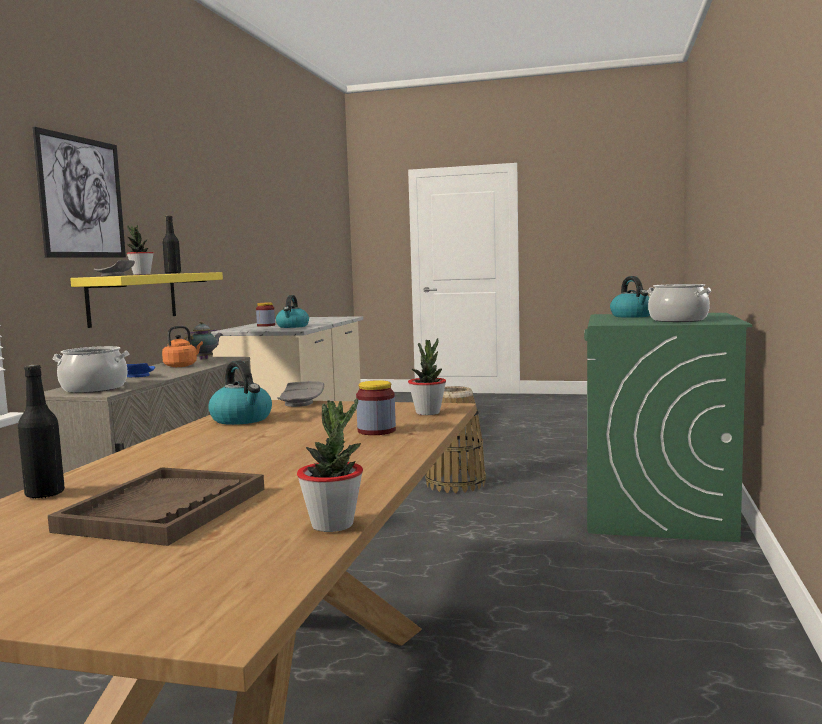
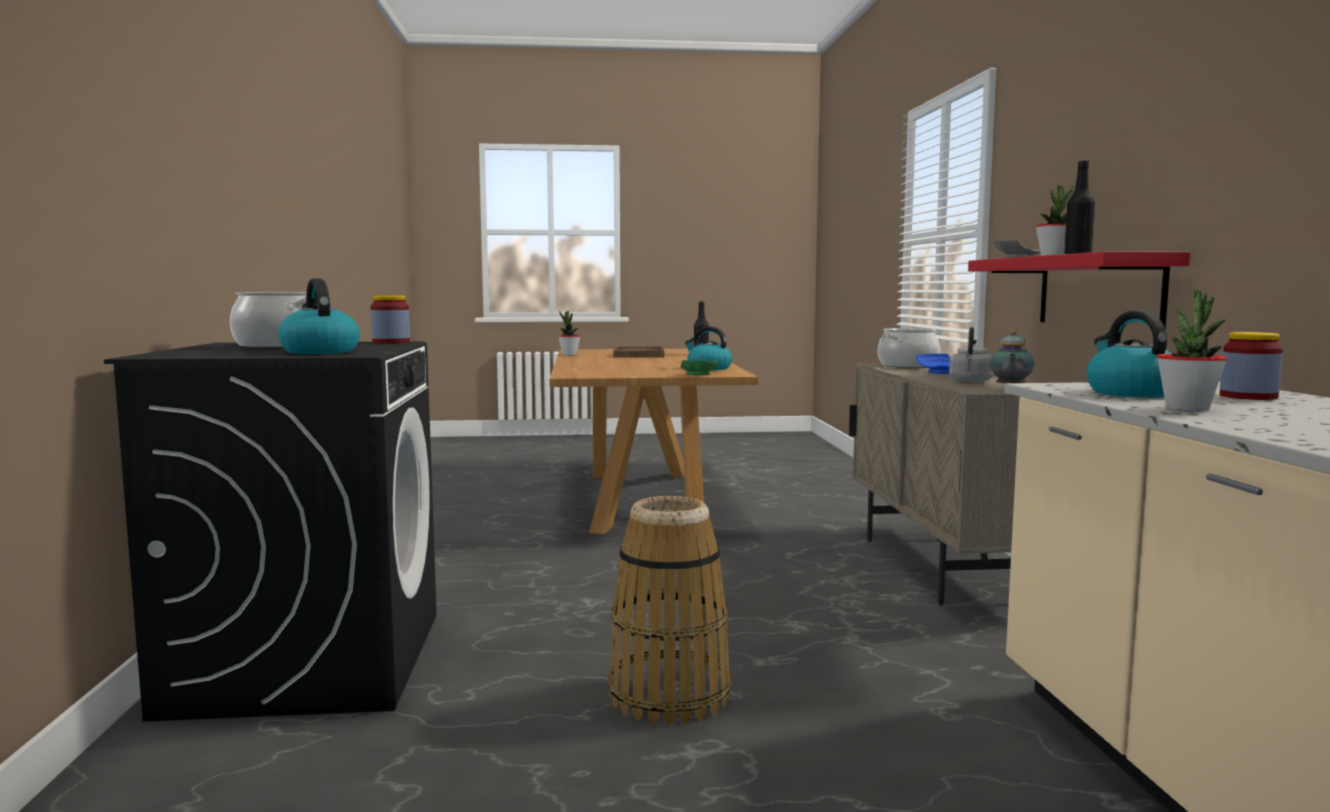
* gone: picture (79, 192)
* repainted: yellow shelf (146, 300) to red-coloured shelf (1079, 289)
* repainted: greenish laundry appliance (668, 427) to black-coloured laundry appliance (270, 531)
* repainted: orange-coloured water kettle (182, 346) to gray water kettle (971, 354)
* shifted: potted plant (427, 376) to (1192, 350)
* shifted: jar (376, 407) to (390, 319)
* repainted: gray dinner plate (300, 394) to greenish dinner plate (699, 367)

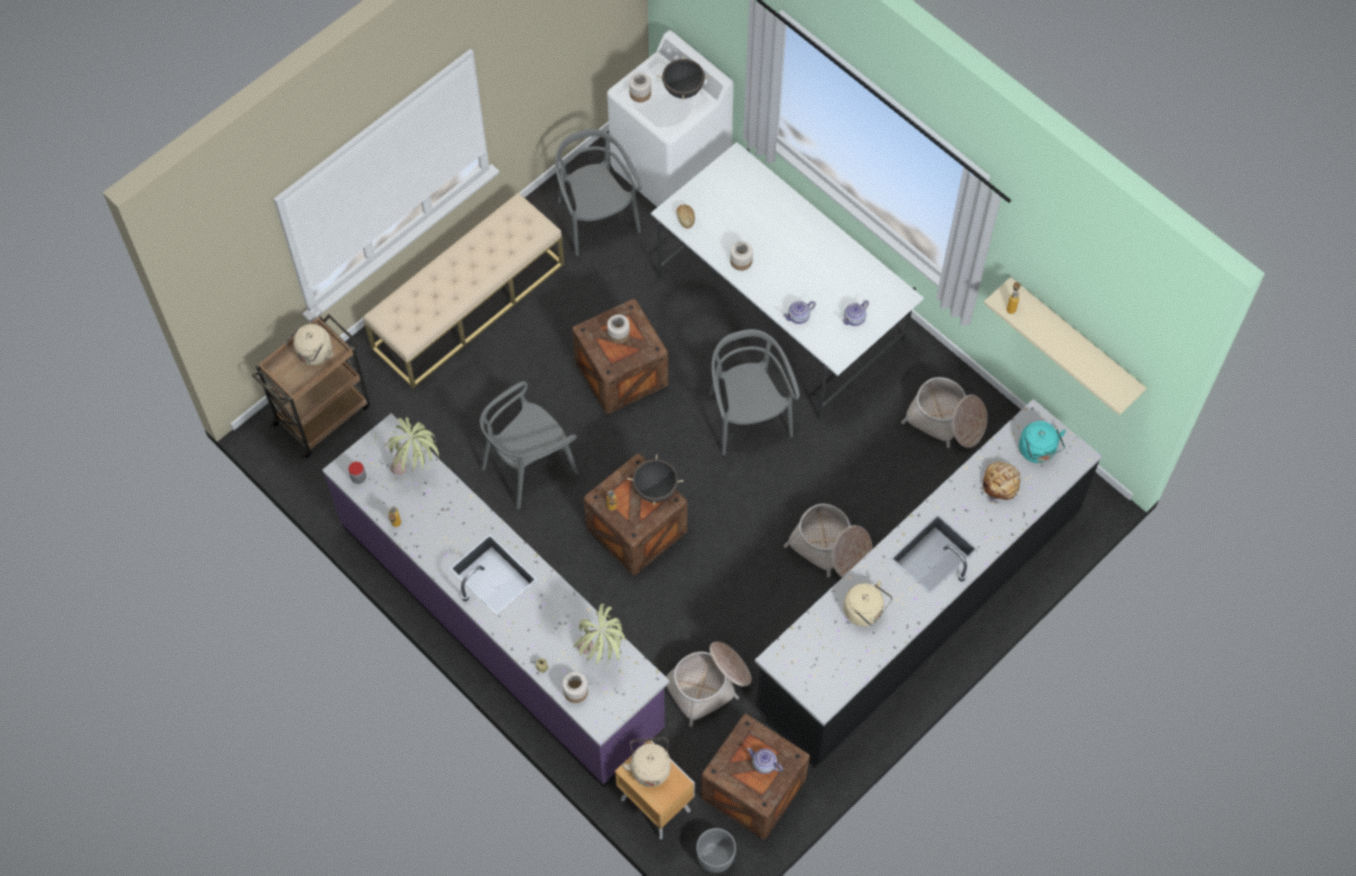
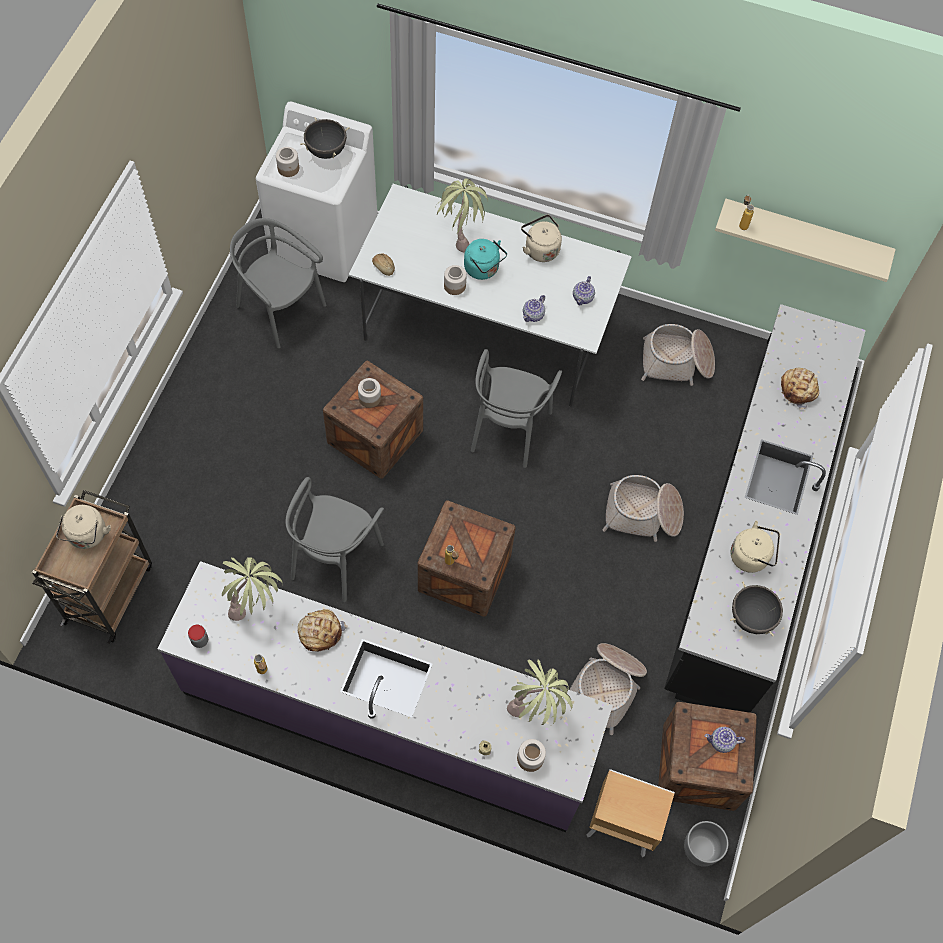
* gone: beige long seat (463, 290)
* rotated: gray plain chair (754, 392) = (516, 408) 120 degrees counterclockwise
* shifted: turquoise water kettle (1042, 442) to (485, 259)
* shifted: black-coloured cooking pot (655, 479) to (757, 609)
* shifted: beige water kettle (646, 762) to (541, 238)
* new: potted plant (462, 215)
* new: baked bread (323, 630)

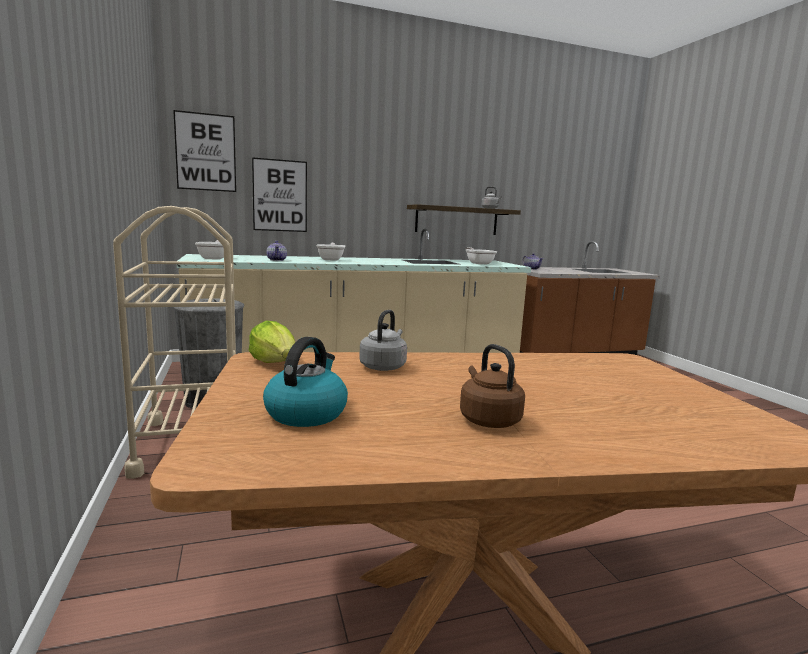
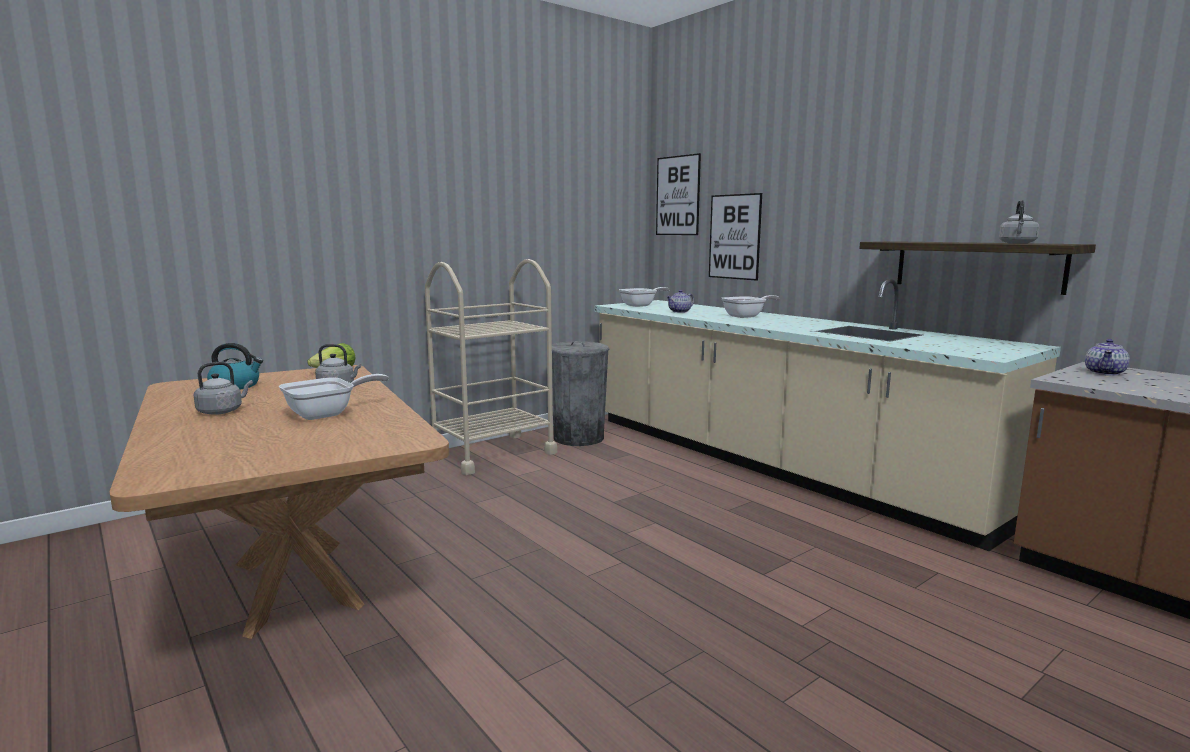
* shifted: frying pan (481, 255) to (334, 397)
* repainted: brown-coloured water kettle (492, 386) to gray water kettle (223, 388)

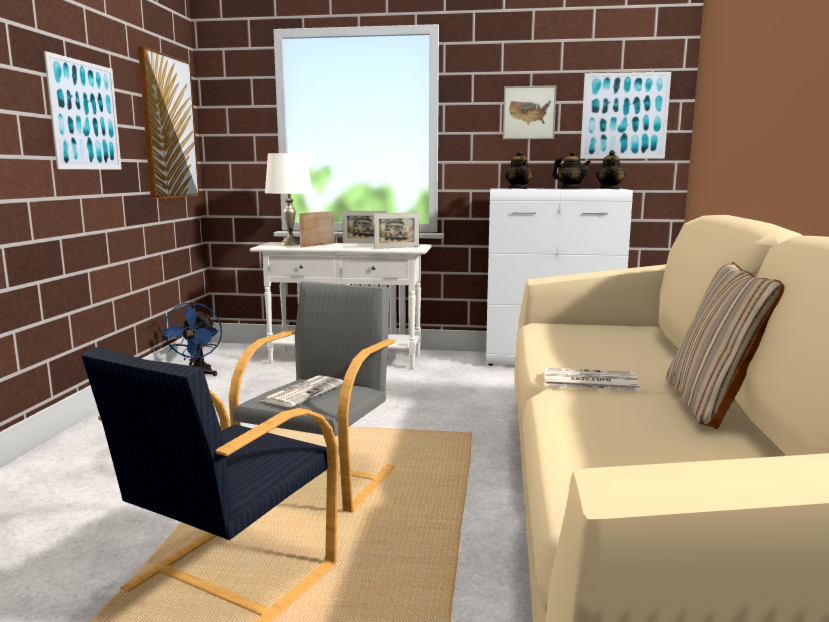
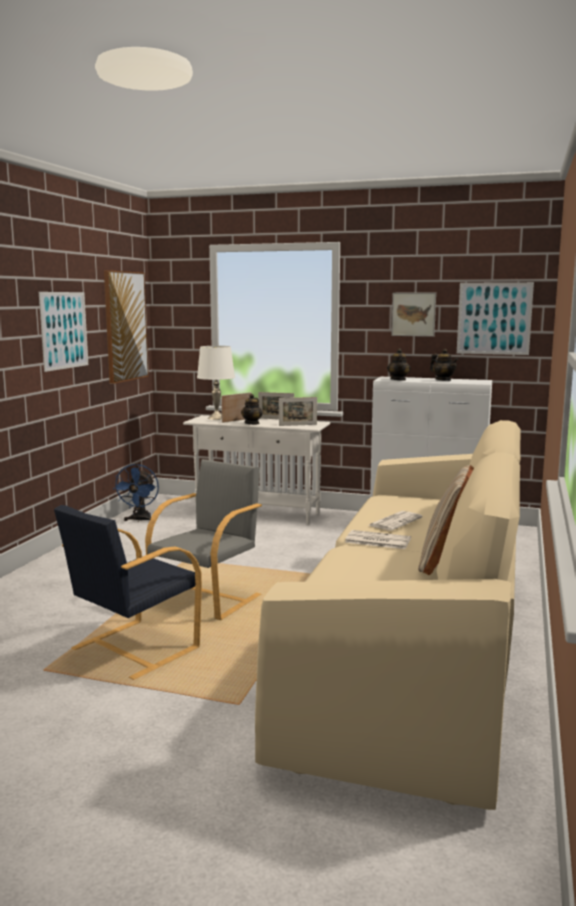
* shifted: teapot (610, 169) to (252, 409)
* shifted: daily paper (302, 391) to (395, 521)

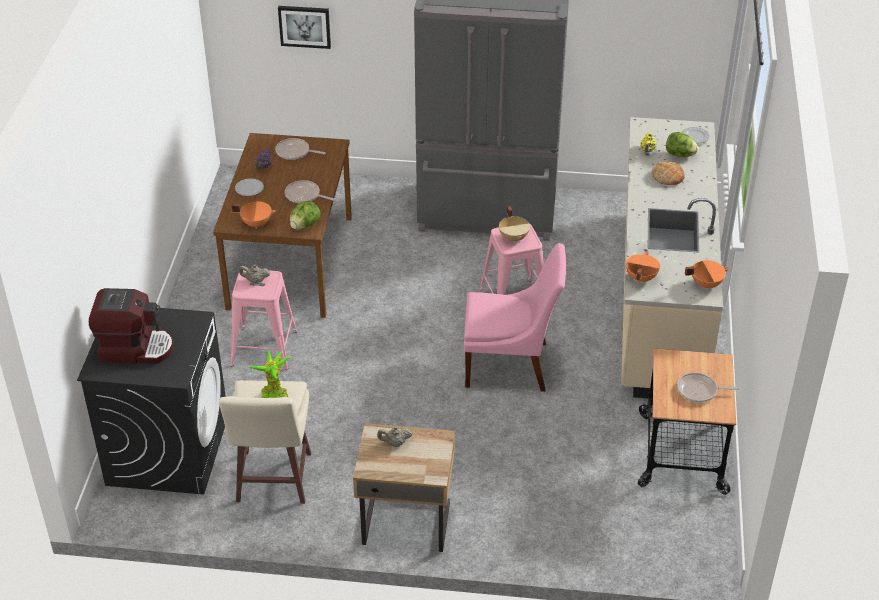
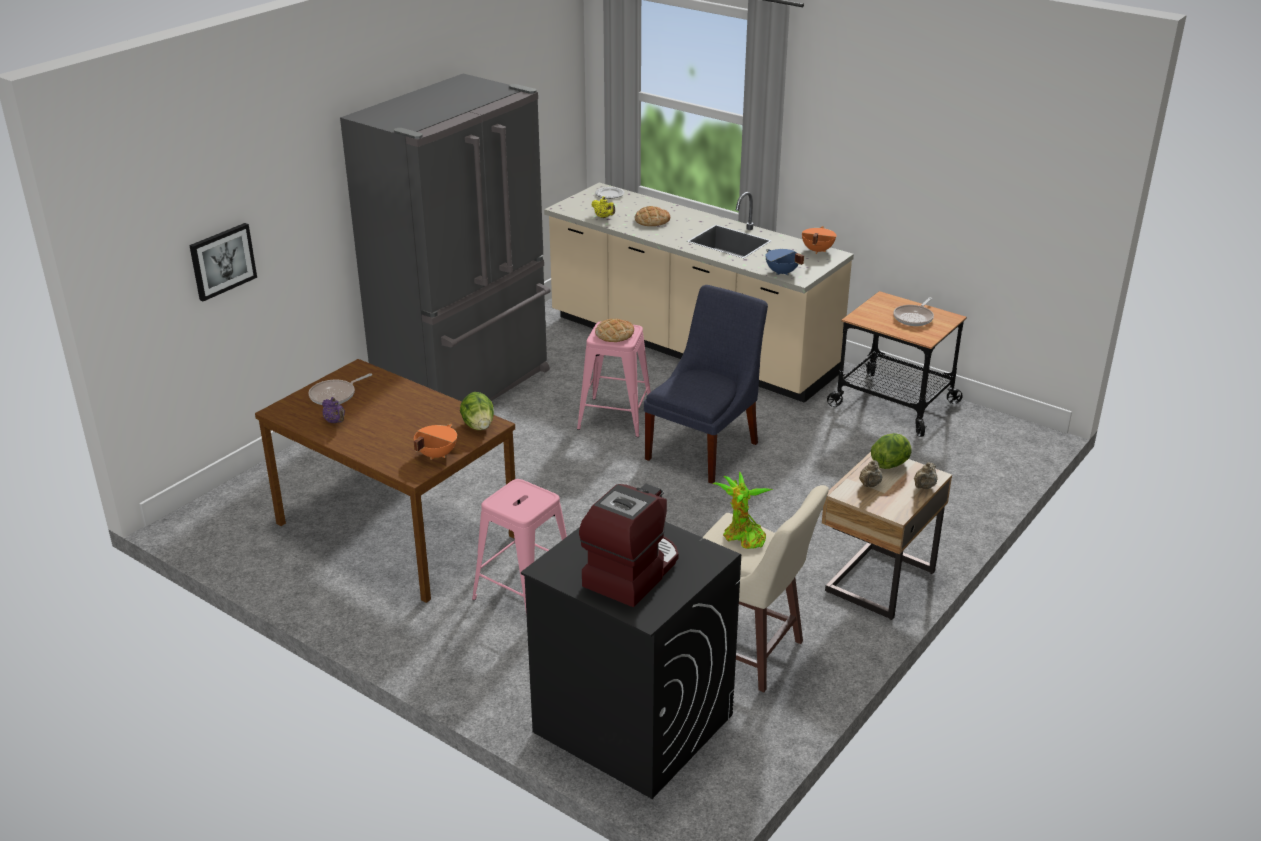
* shifted: lettuce head (682, 145) to (891, 451)
* gone: dinner plate (249, 187)
* gone: frying pan (310, 191)
* swapped: beige cooking pot (514, 224) to baked bread (614, 330)
* repainted: pink plain chair (515, 317) to blue plain chair (706, 384)
* repainted: orange-coloured cooking pot (643, 267) to blue cooking pot (784, 262)
* shifted: beige teapot (254, 274) to (925, 475)

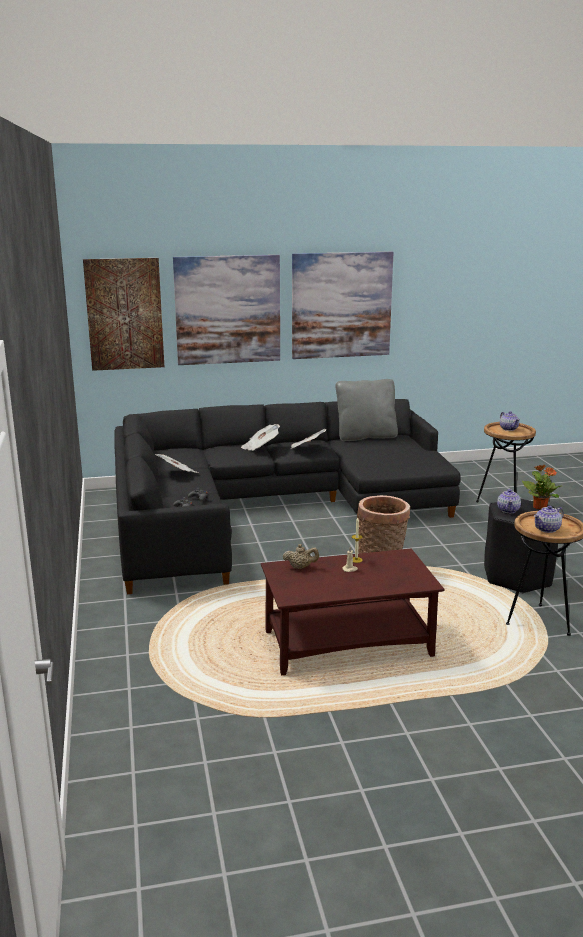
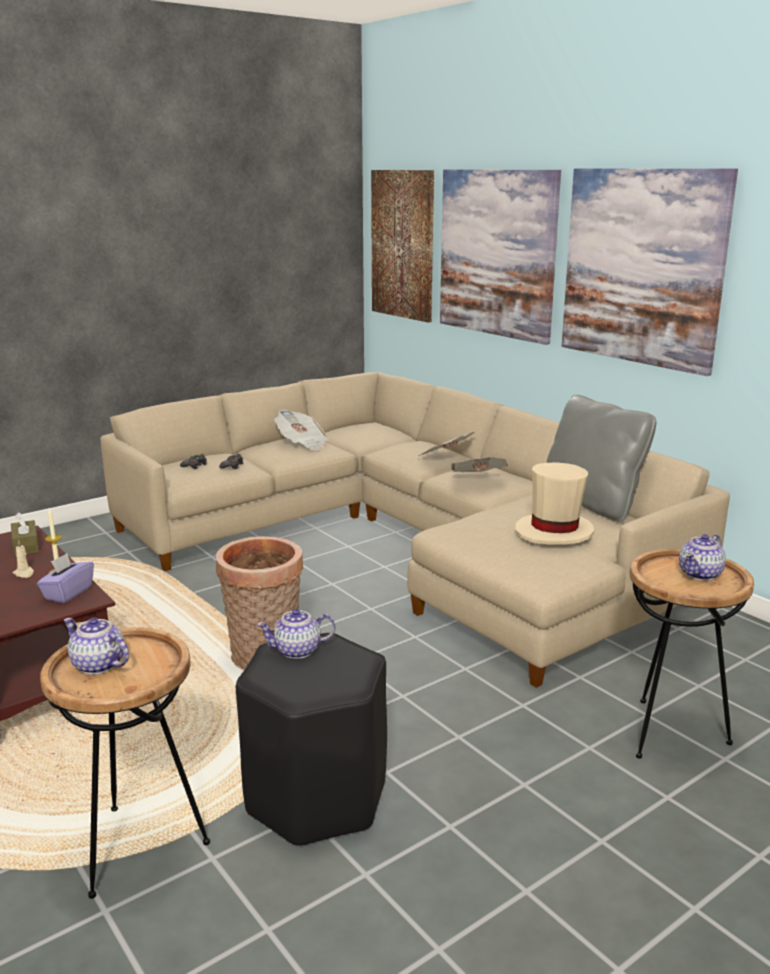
* repainted: black-coloured sofa (287, 496) to beige sofa (415, 530)
* gone: potted plant (541, 486)
* swapped: beige teapot (301, 556) to brown-coloured tissue holder (25, 534)
* new: beige wearable hat (554, 503)
* new: purple-coloured tissue holder (65, 578)

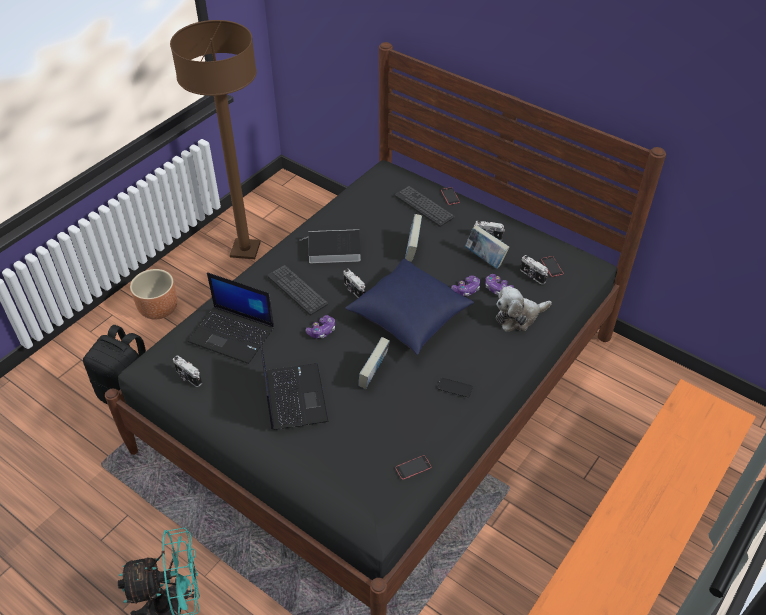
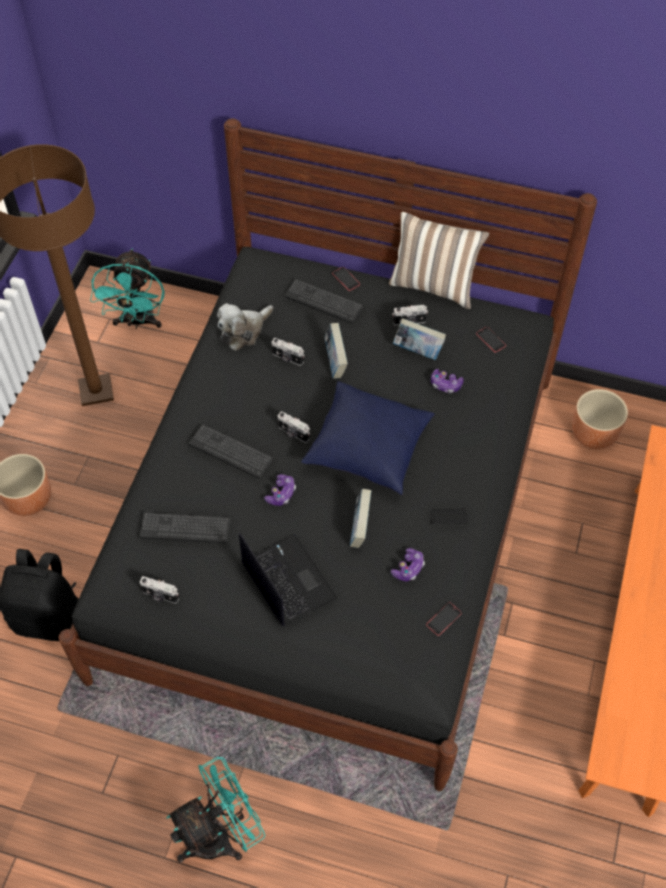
* gone: bound book (330, 246)
* shifted: still camera (534, 270) to (287, 352)
* swapped: portable computer (231, 318) to PC keyboard (185, 528)
* shifted: game controller (465, 285) to (408, 564)
* shifted: plush toy (524, 309) to (245, 327)
* new: throw pillow (439, 260)
* new: turquoise cooling fan (127, 289)
* new: brown-coloured planter (600, 419)

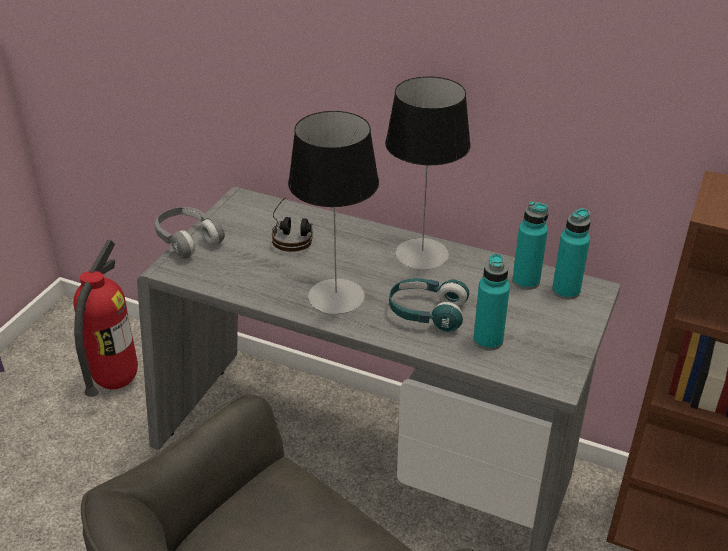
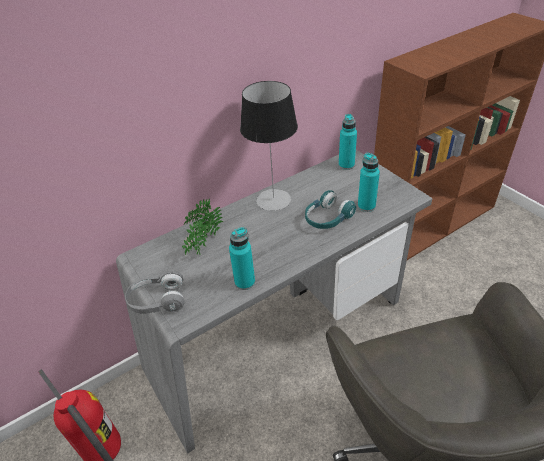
* gone: tabletop lamp (333, 212)
* swapped: pair of headphones (292, 224) to potted plant (202, 227)
* shifted: turquoise drink bottle (530, 245) to (242, 258)

